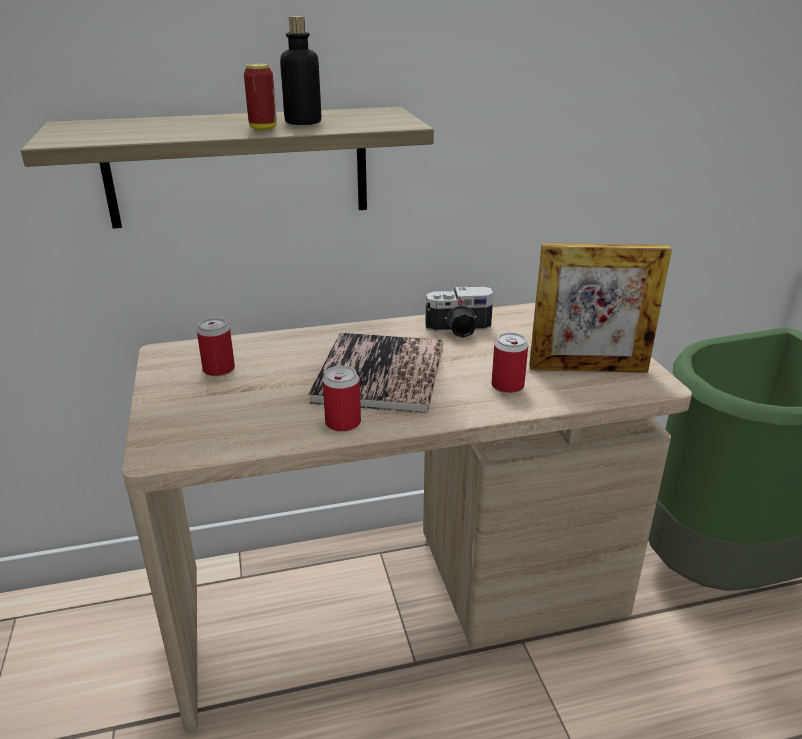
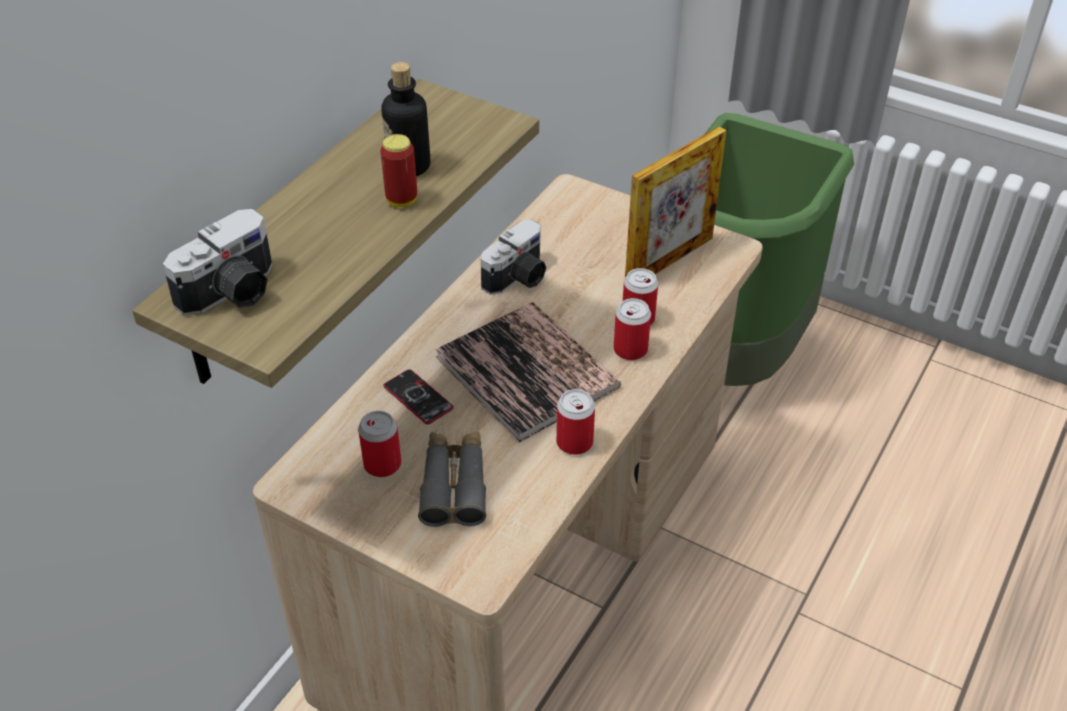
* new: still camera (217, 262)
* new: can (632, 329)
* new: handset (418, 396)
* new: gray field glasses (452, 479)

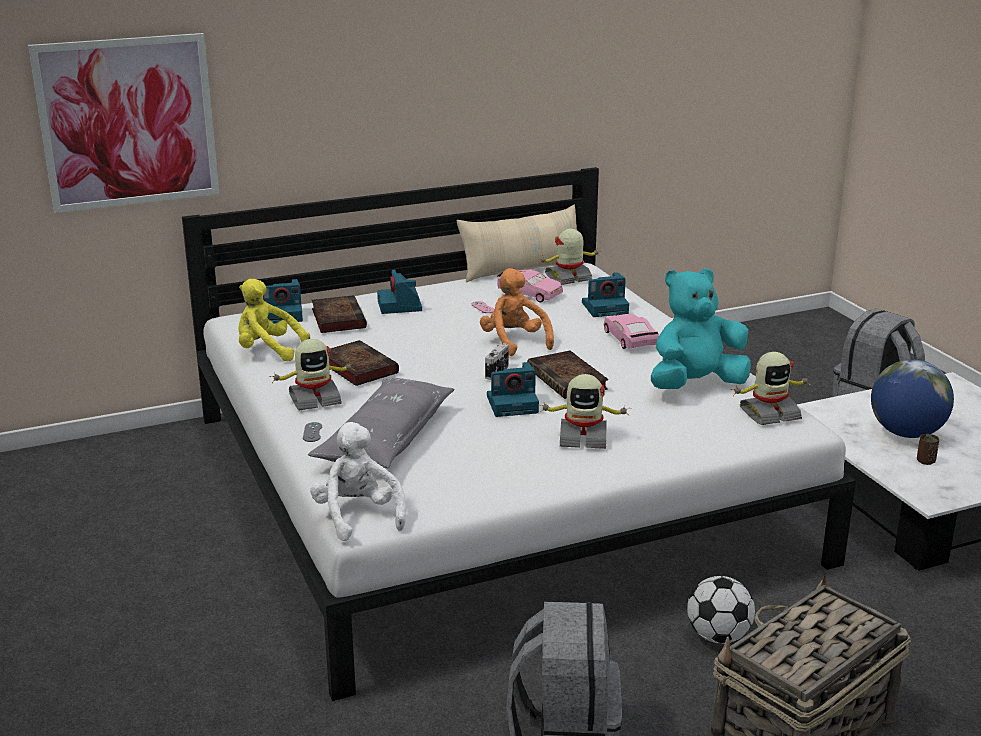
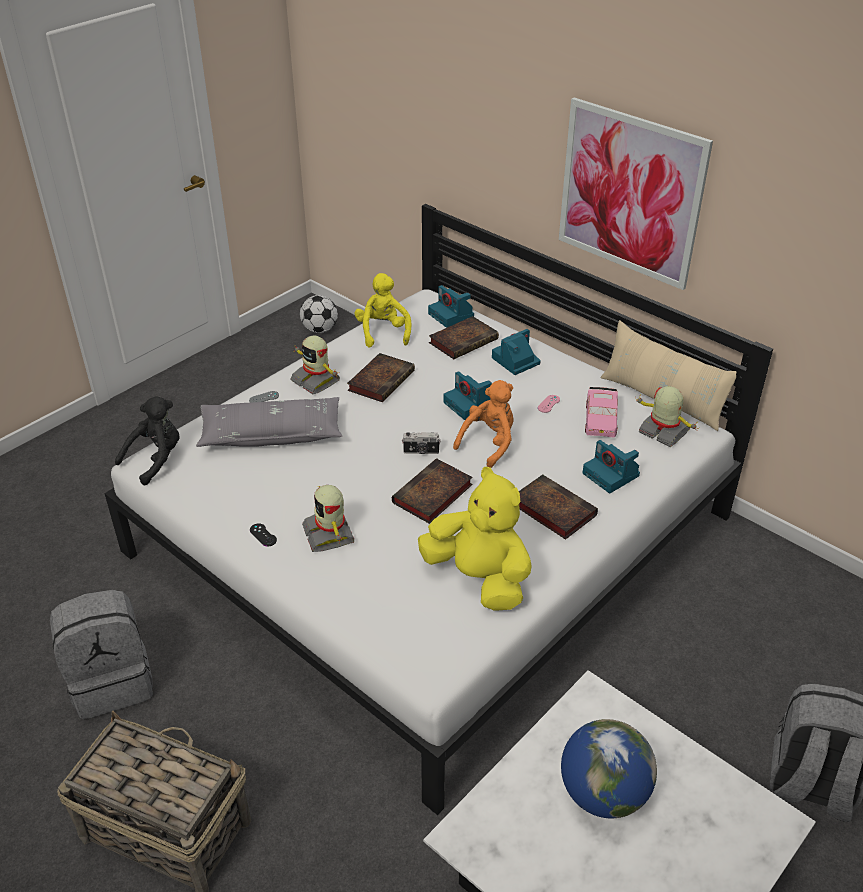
* shifted: picture (123, 123) to (636, 194)
* repainted: turquoise plush toy (701, 328) to yellow plush toy (475, 539)
* swapped: pink toy car (631, 331) to bound book (558, 507)
* gone: model robot (771, 388)
* shifted: still camera (513, 389) to (468, 395)
* repainted: white plush toy (358, 481) to black-coloured plush toy (147, 440)
* gone: brown-coloured small cup (928, 449)
* shifted: ball for football (721, 610) to (319, 314)
* new: black-coloured game controller (263, 535)

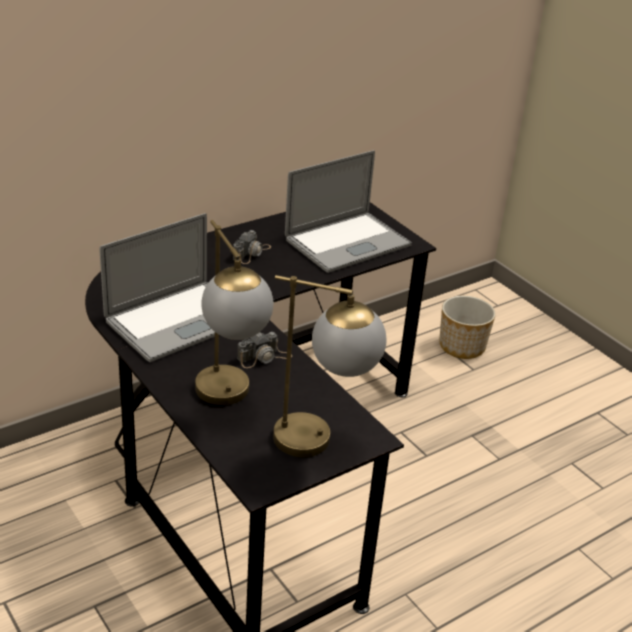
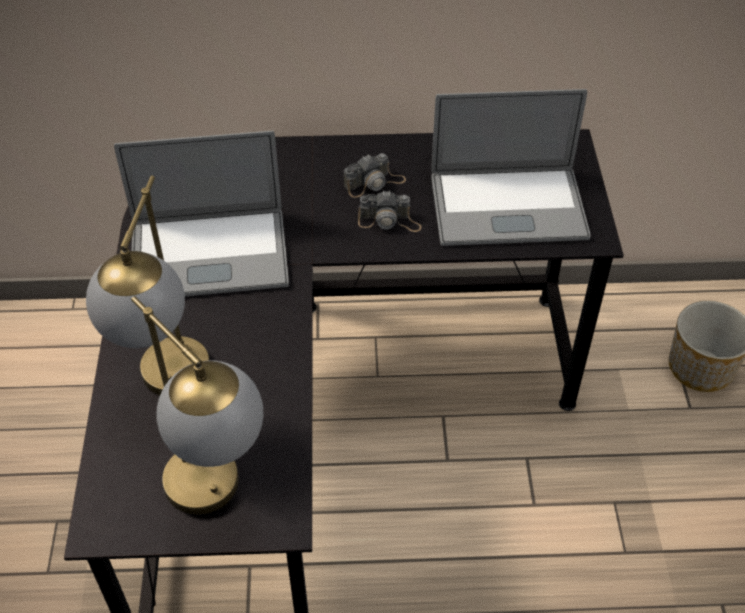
* shifted: still camera (264, 350) to (390, 211)

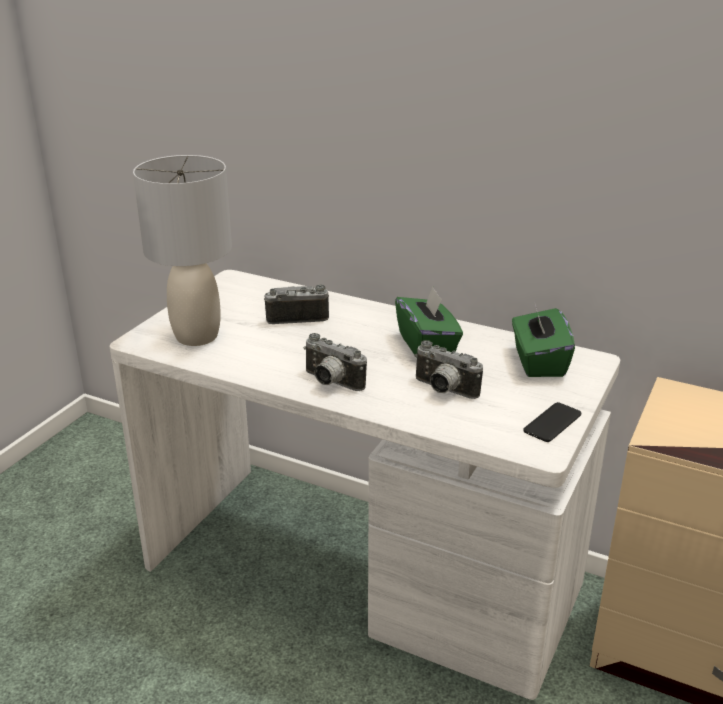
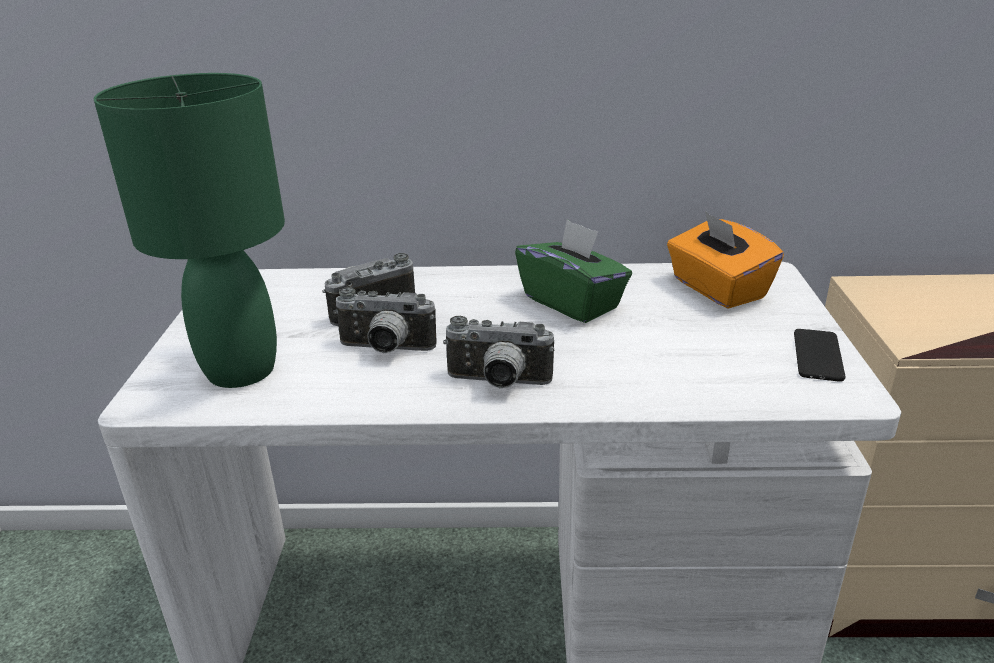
* repainted: gray tabletop lamp (182, 250) to greenish tabletop lamp (189, 230)
* repainted: greenish tissue holder (543, 340) to orange-coloured tissue holder (725, 259)
* shifted: still camera (449, 369) to (385, 320)

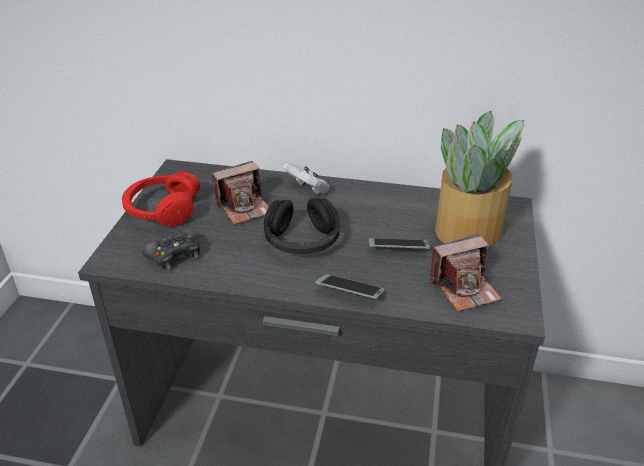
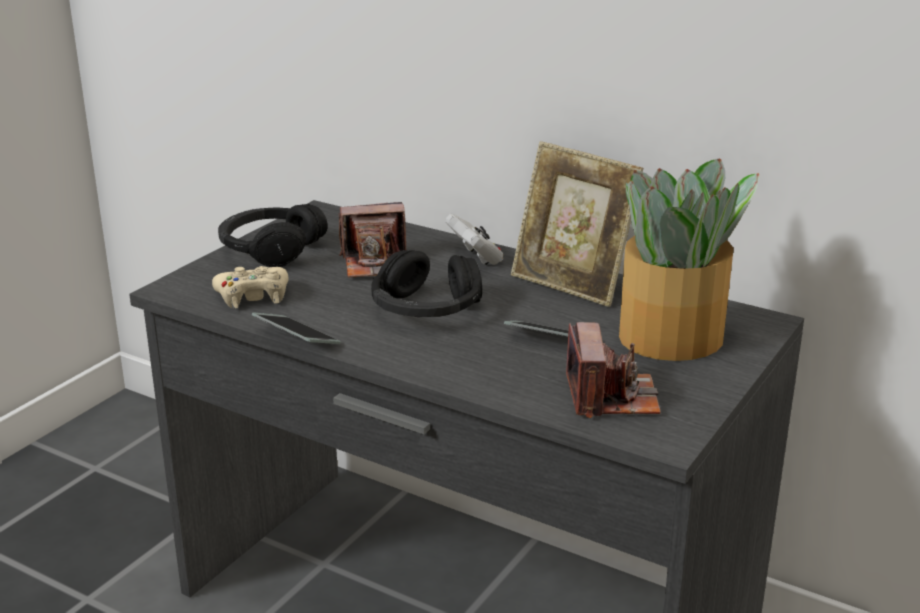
* repainted: red-coloured pair of headphones (161, 198) to black-coloured pair of headphones (273, 235)
* repainted: black-coloured game controller (170, 249) to beige game controller (250, 287)
* rotated: still camera (466, 272) = (613, 370) 90 degrees counterclockwise
* shifted: handset (350, 286) to (296, 328)
* new: picture frame (577, 224)

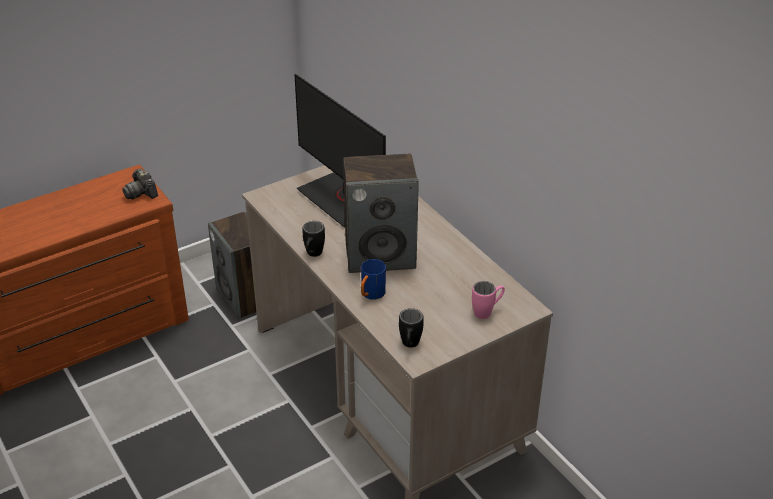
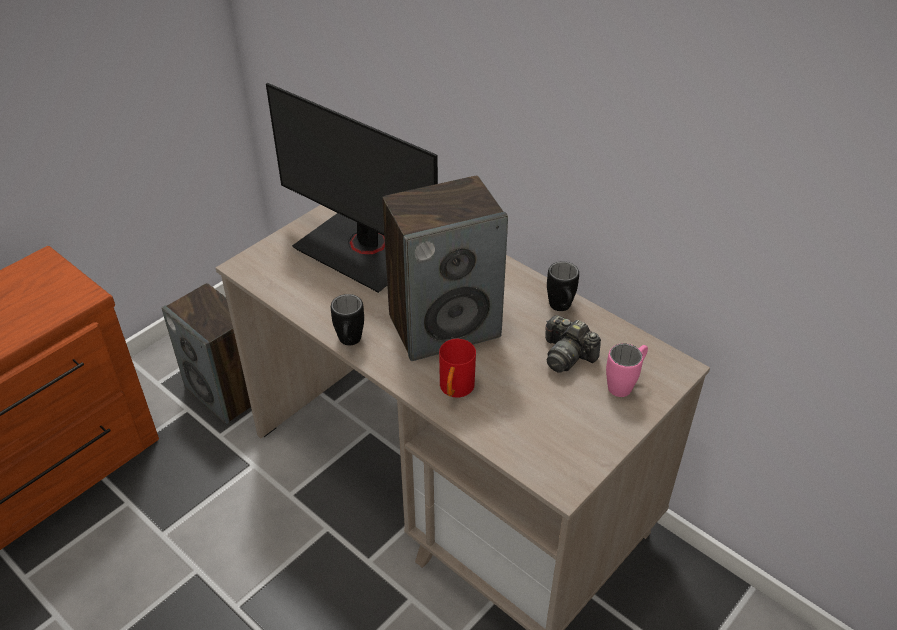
* shifted: still camera (140, 184) to (573, 344)
* repainted: blue tea mug (373, 279) to red-coloured tea mug (457, 368)
* shifted: black-coloured tea mug (411, 328) to (563, 286)

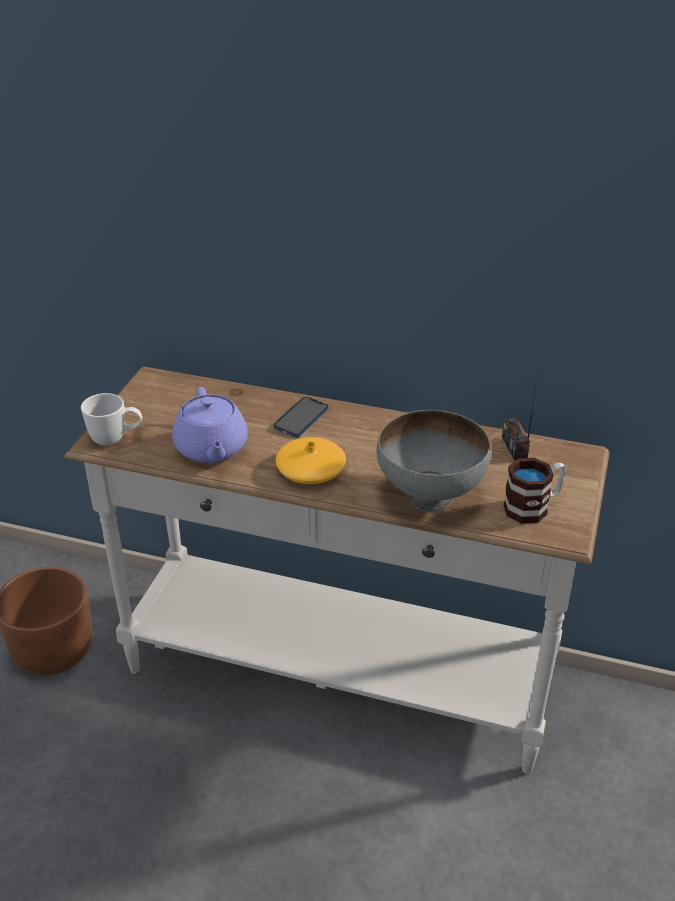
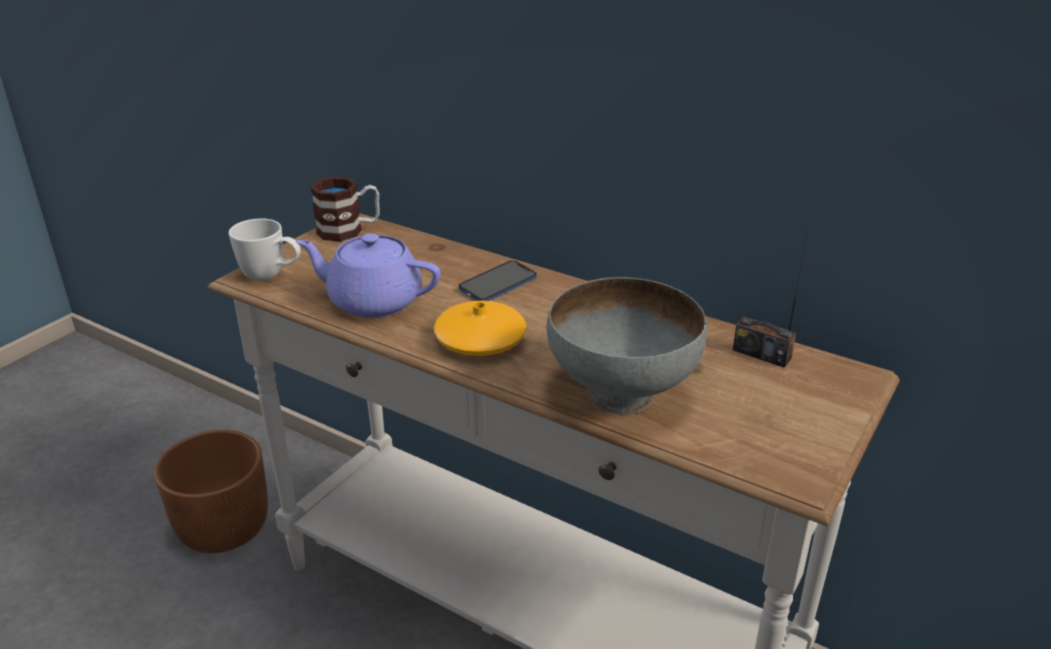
* rotated: radio receiver (520, 412) = (771, 295) 60 degrees counterclockwise
* rotated: purple-coloured teapot (210, 425) = (368, 275) 105 degrees clockwise
* shifted: tea mug (534, 491) to (345, 208)

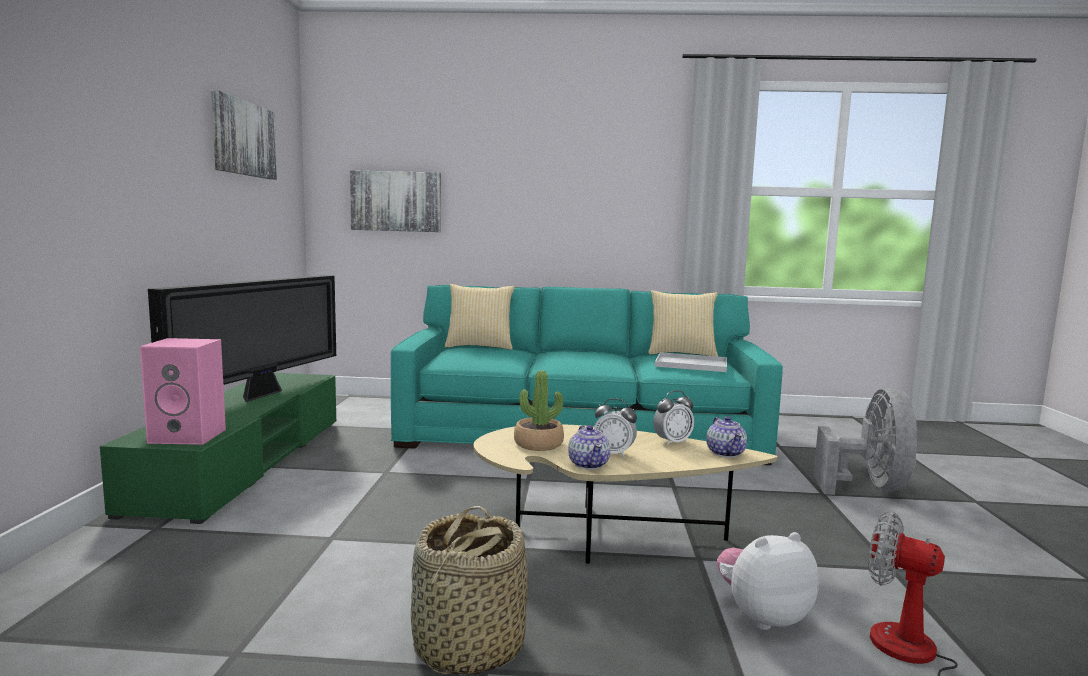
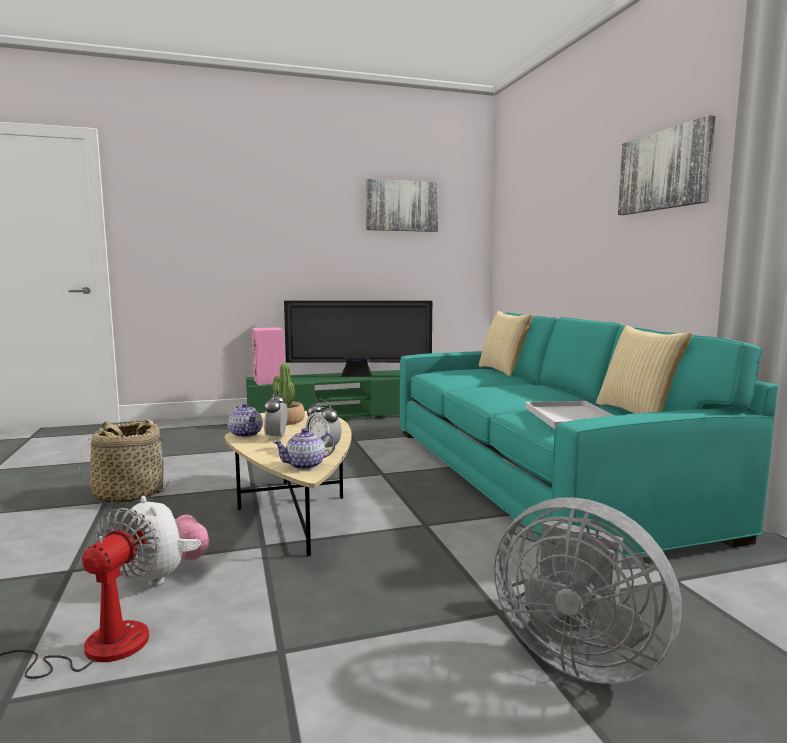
* shifted: picture (395, 201) to (667, 165)
* rotated: gray cooling fan (866, 441) = (588, 590) 45 degrees clockwise
* rotated: teapot (589, 447) = (246, 420) 90 degrees counterclockwise

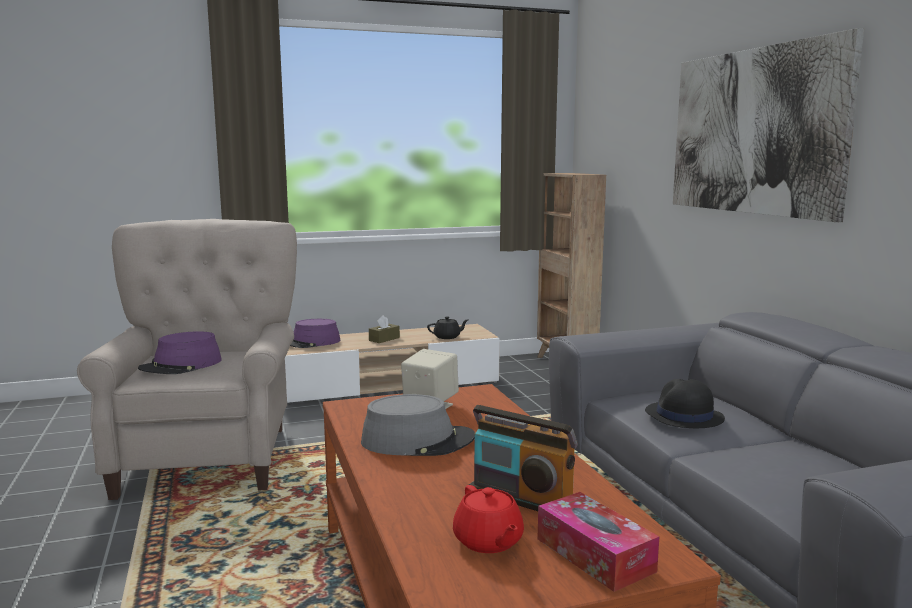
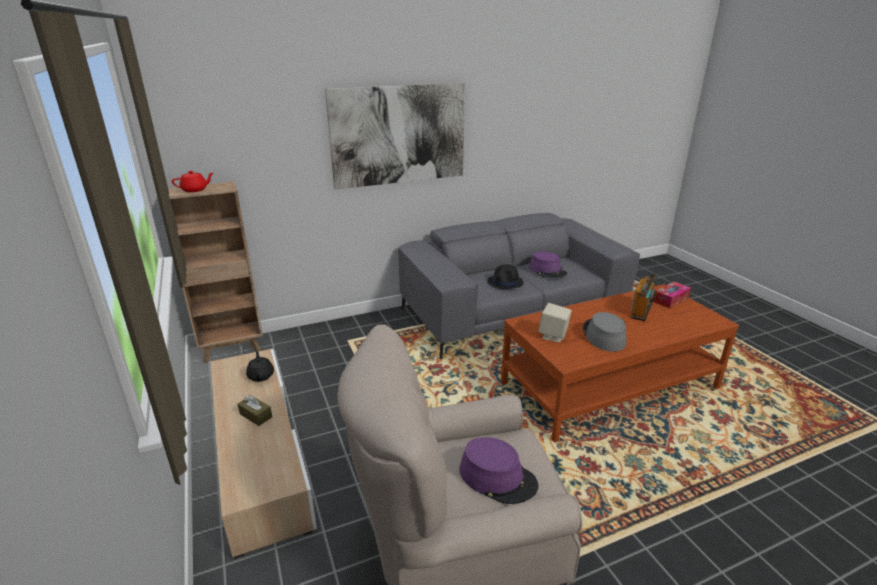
* shifted: purple-coloured wearable hat (315, 333) to (548, 264)
* shifted: red-coloured teapot (488, 519) to (192, 181)

